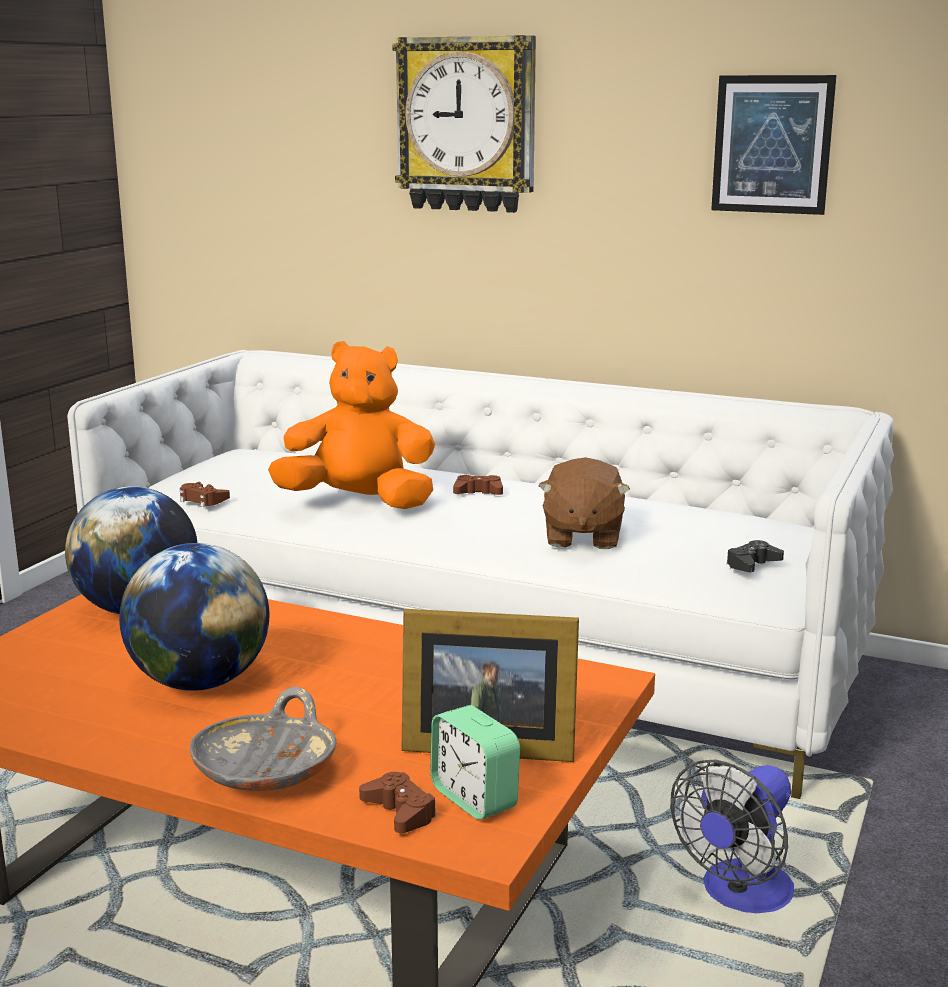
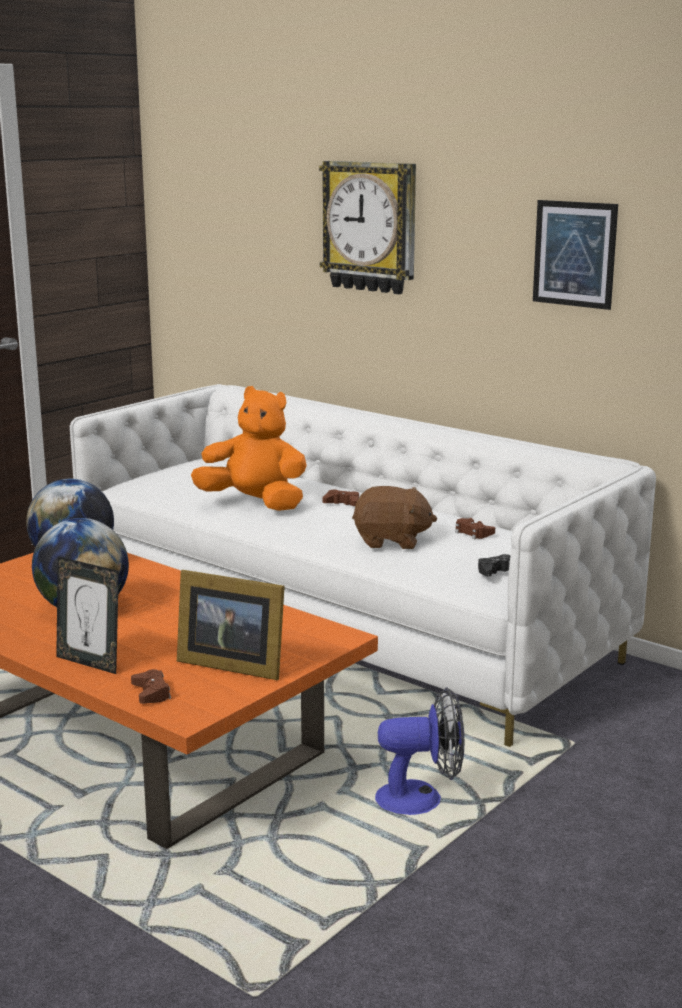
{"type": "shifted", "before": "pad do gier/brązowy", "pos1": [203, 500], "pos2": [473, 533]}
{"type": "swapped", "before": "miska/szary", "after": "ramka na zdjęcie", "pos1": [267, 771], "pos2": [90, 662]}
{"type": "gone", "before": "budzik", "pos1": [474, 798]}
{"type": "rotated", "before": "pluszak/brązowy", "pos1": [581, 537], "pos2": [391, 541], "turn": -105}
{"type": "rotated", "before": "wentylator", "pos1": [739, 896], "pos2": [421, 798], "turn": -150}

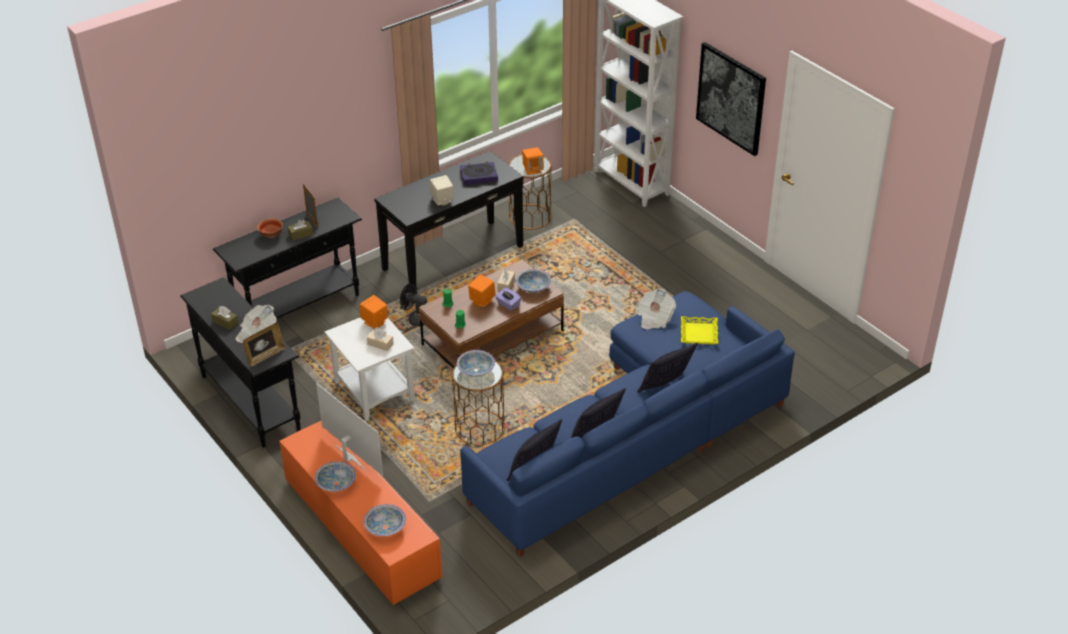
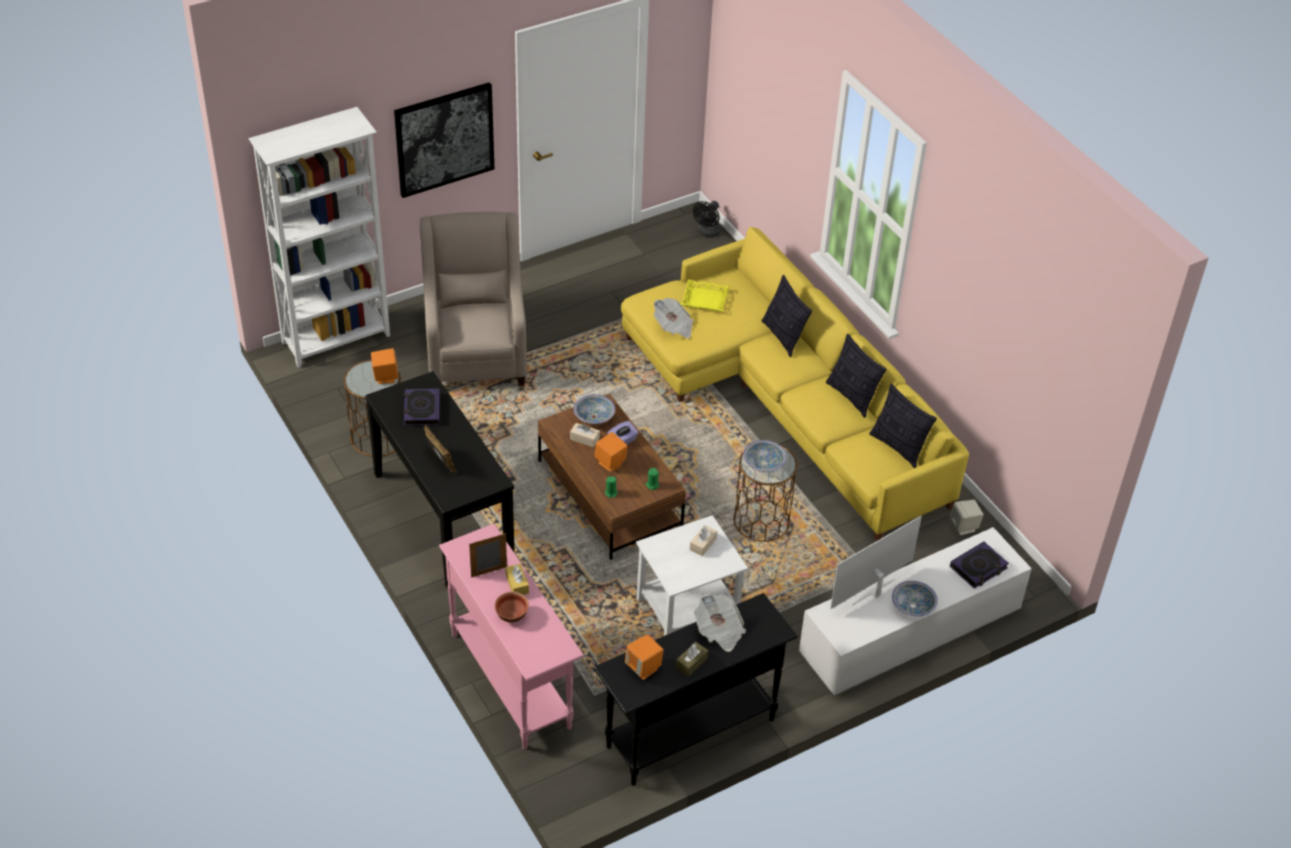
{"type": "repainted", "before": "stolik konsolowy/czarny", "after": "stolik konsolowy/różowy", "pos1": [299, 308], "pos2": [511, 680]}
{"type": "shifted", "before": "ramka na zdjęcie", "pos1": [265, 356], "pos2": [440, 462]}
{"type": "repainted", "before": "szafka pod telewizor/pomarańczowy", "after": "szafka pod telewizor/biały", "pos1": [360, 528], "pos2": [909, 633]}
{"type": "repainted", "before": "pudełko chusteczek/brązowy", "after": "pudełko chusteczek/żółty", "pos1": [301, 234], "pos2": [517, 584]}
{"type": "shifted", "before": "głośnik/pomarańczowy", "pos1": [374, 322], "pos2": [644, 668]}
{"type": "swapped", "before": "miska", "after": "książka", "pos1": [385, 527], "pos2": [978, 568]}
{"type": "shifted", "before": "wentylator/czarny", "pos1": [415, 319], "pos2": [707, 233]}
{"type": "shifted", "before": "głośnik/beżowy", "pos1": [442, 200], "pos2": [964, 527]}
{"type": "repainted", "before": "kanapa/niebieski", "after": "kanapa/żółty", "pos1": [637, 434], "pos2": [785, 400]}
{"type": "new", "after": "fotel/beżowy", "pos2": [476, 352]}

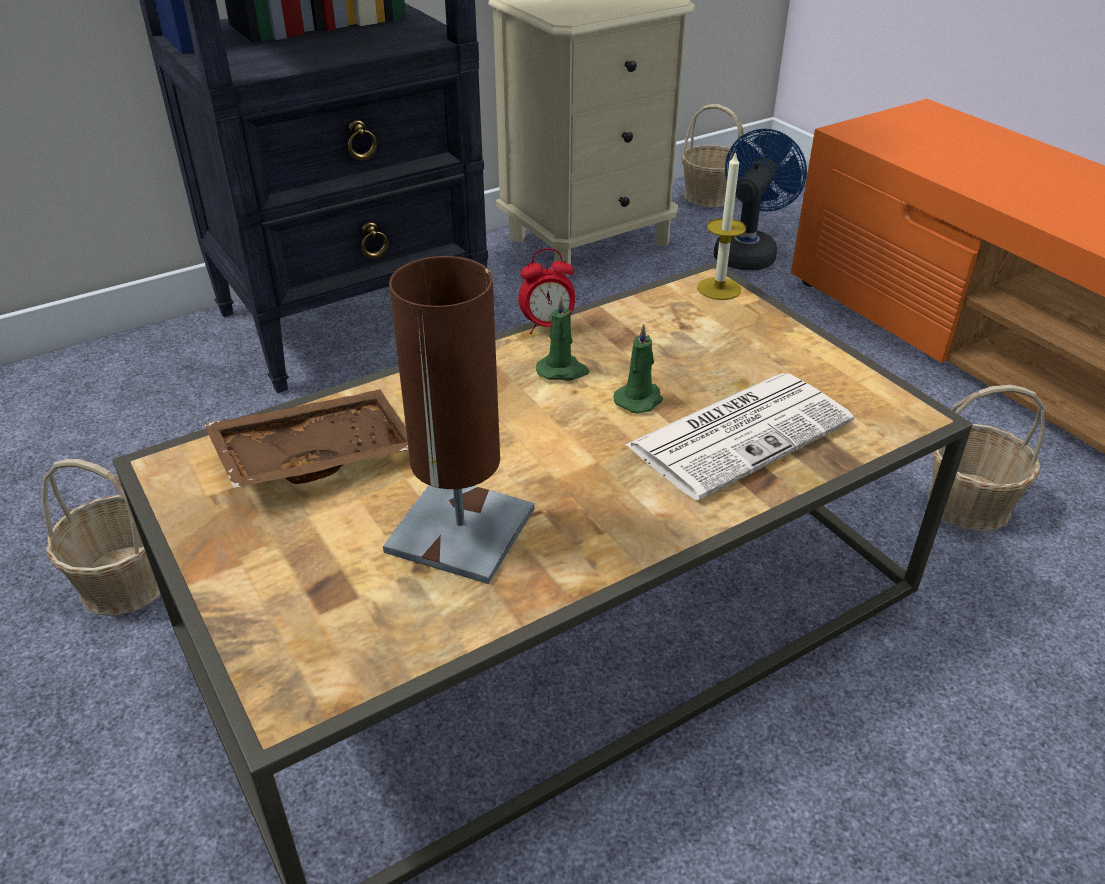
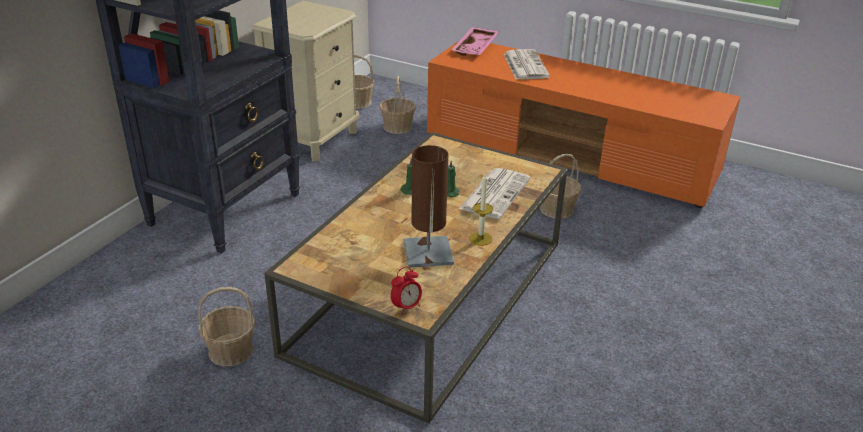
{"type": "gone", "before": "taca/brązowy", "pos1": [315, 455]}
{"type": "shifted", "before": "budzik", "pos1": [548, 326], "pos2": [406, 307]}
{"type": "shifted", "before": "świeca", "pos1": [719, 288], "pos2": [480, 238]}
{"type": "swapped", "before": "wentylator/niebieski", "after": "koszyk", "pos1": [748, 252], "pos2": [397, 127]}
{"type": "new", "after": "taca/różowy", "pos2": [476, 48]}
{"type": "new", "after": "gazeta", "pos2": [524, 65]}

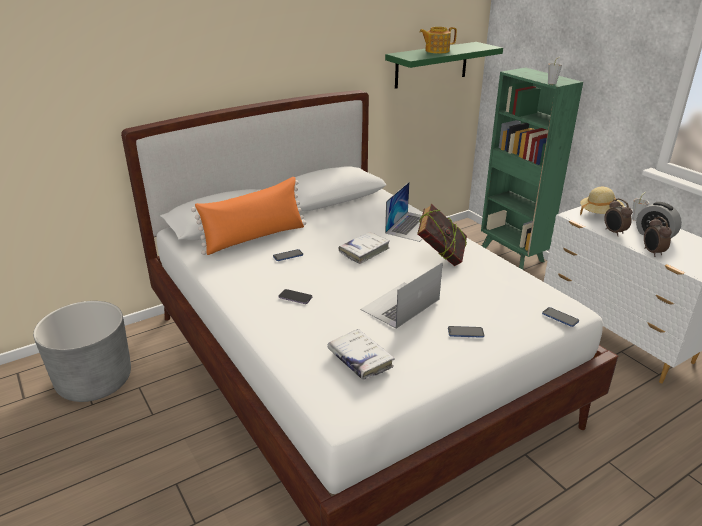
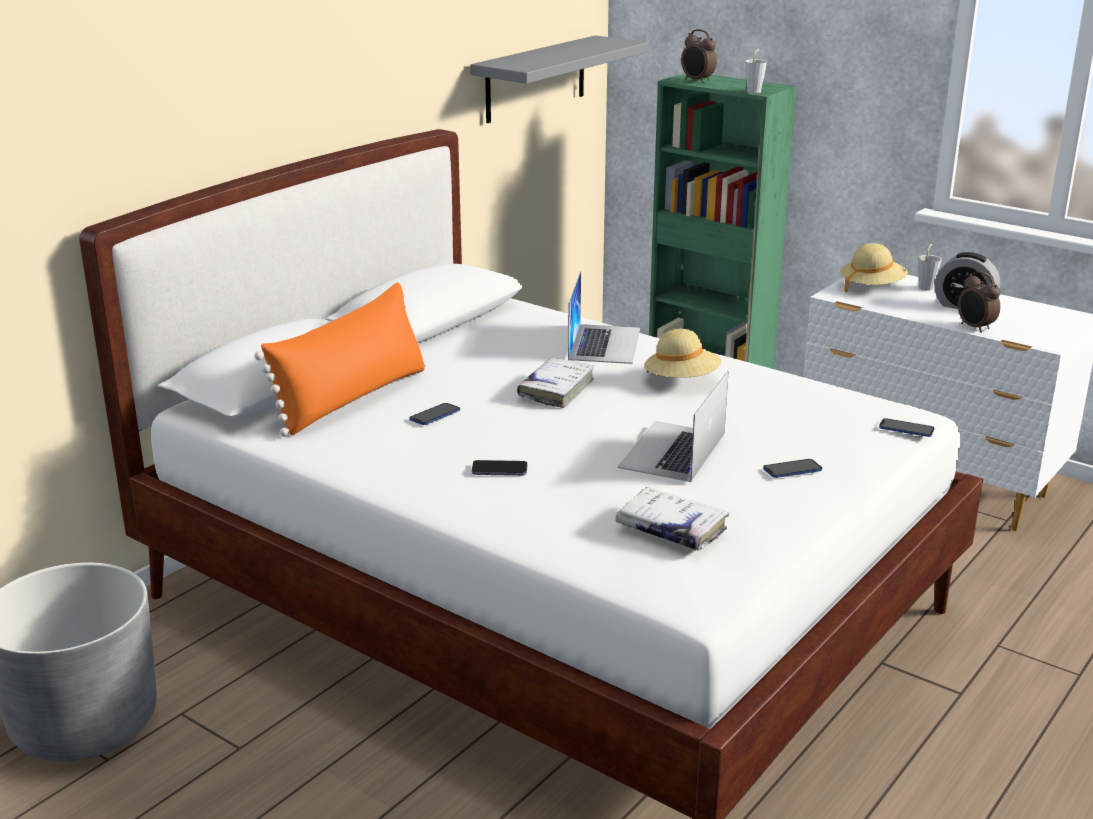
{"type": "repainted", "before": "półka/zielony", "after": "półka/szary", "pos1": [431, 65], "pos2": [536, 79]}
{"type": "swapped", "before": "książka", "after": "kapelusz/beżowy", "pos1": [440, 258], "pos2": [682, 381]}
{"type": "gone", "before": "imbryk", "pos1": [436, 51]}
{"type": "shifted", "before": "budzik", "pos1": [614, 232], "pos2": [697, 81]}

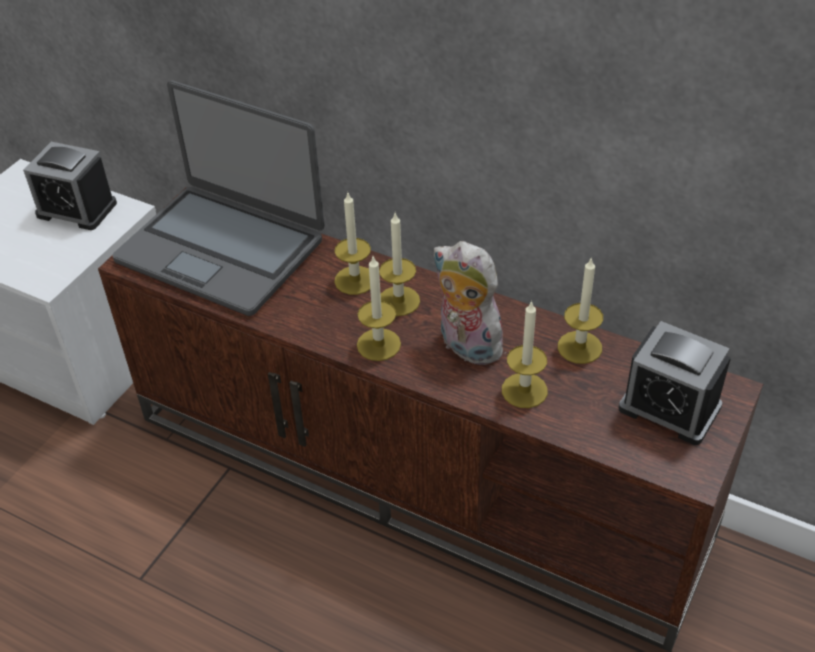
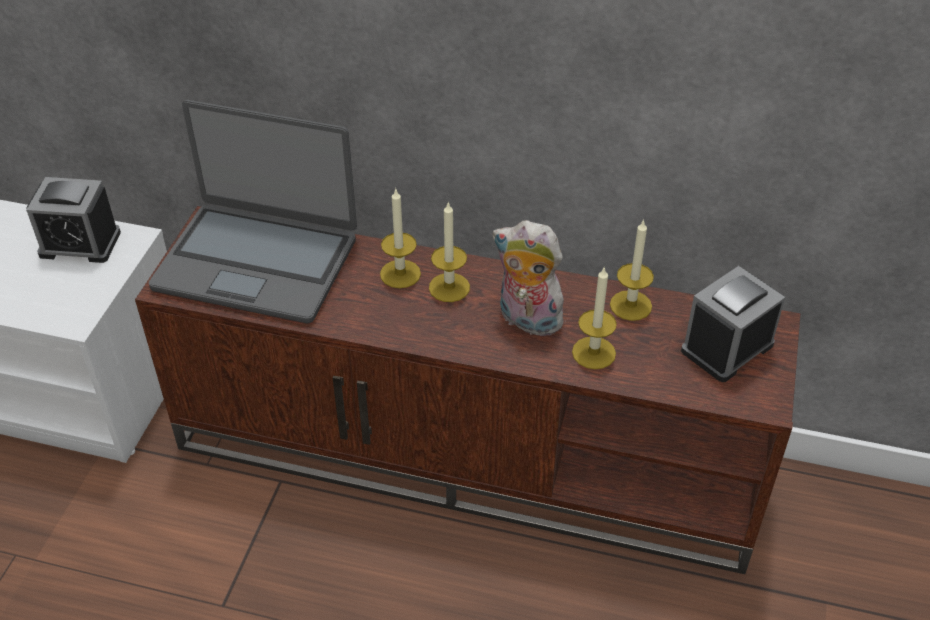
{"type": "gone", "before": "świeca", "pos1": [378, 344]}
{"type": "rotated", "before": "budzik", "pos1": [669, 408], "pos2": [727, 347], "turn": 120}

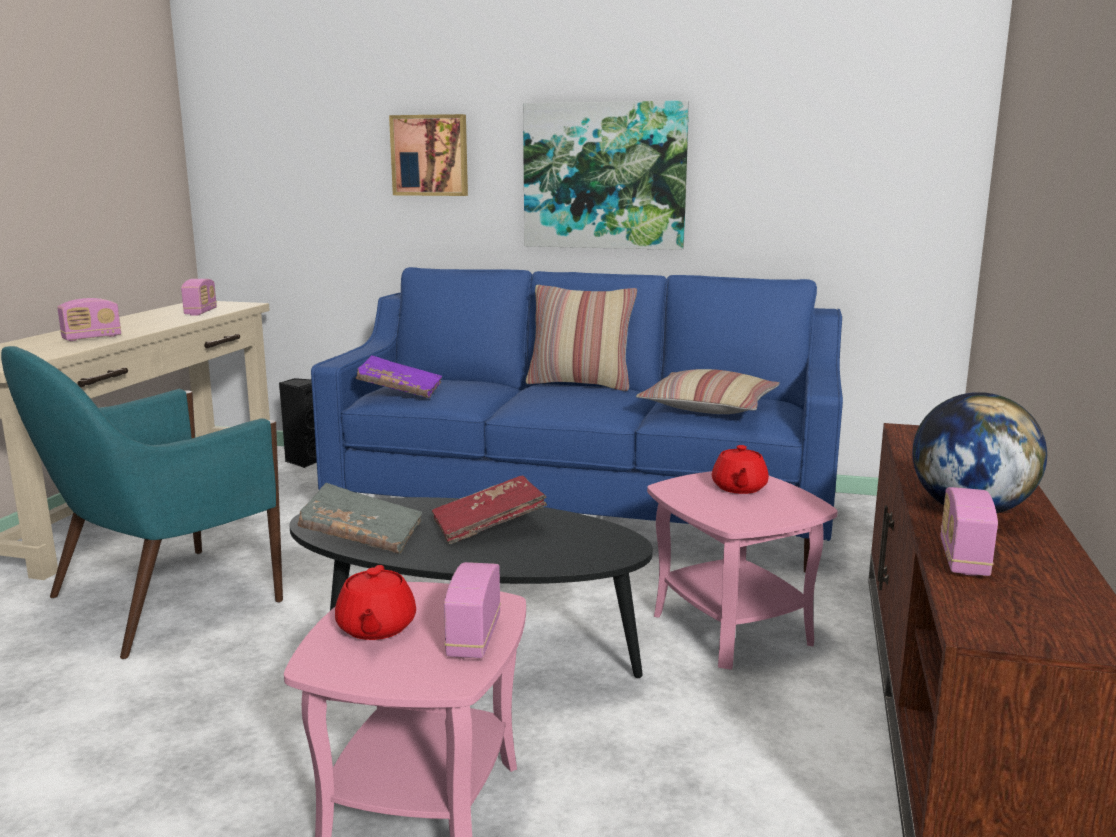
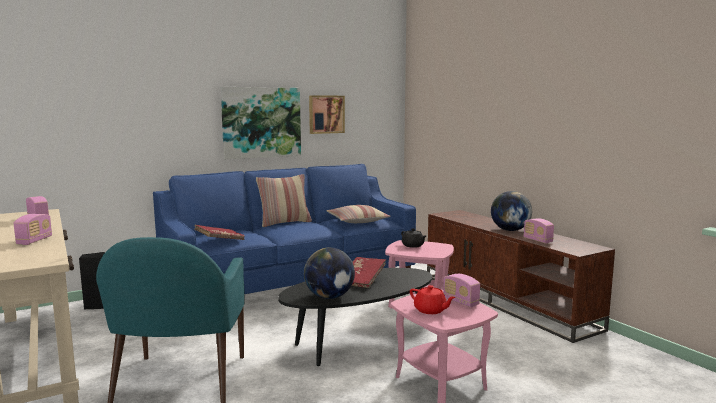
{"type": "swapped", "before": "książka/szary", "after": "globus", "pos1": [362, 537], "pos2": [329, 297]}
{"type": "repainted", "before": "książka/fioletowy", "after": "książka/czerwony", "pos1": [400, 391], "pos2": [220, 240]}
{"type": "shifted", "before": "obraz", "pos1": [430, 155], "pos2": [326, 114]}
{"type": "repainted", "before": "imbryk/czerwony", "after": "imbryk/czarny", "pos1": [739, 488], "pos2": [413, 246]}

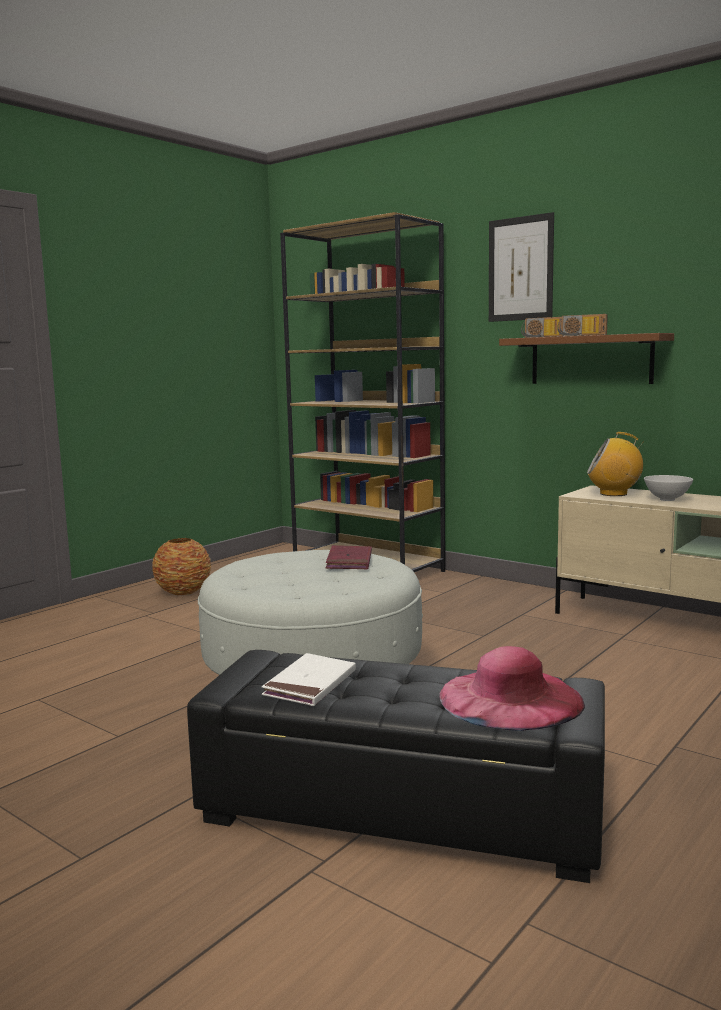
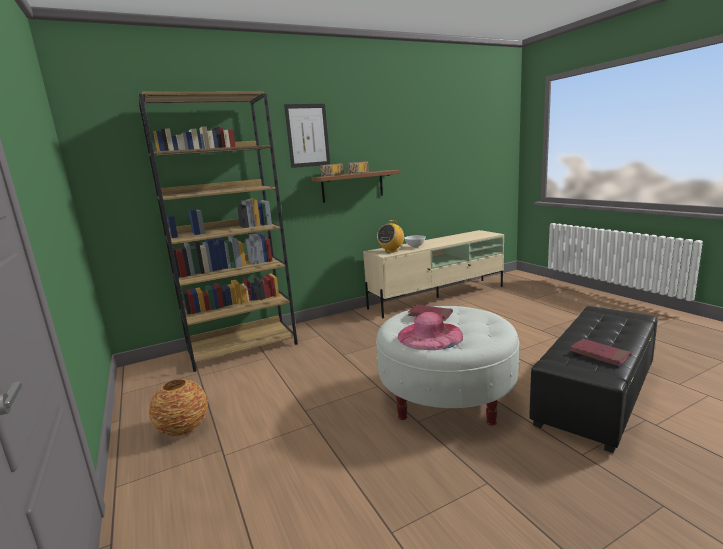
{"type": "repainted", "before": "książka/biały", "after": "książka/czerwony", "pos1": [310, 684], "pos2": [599, 354]}
{"type": "shifted", "before": "kapelusz/różowy", "pos1": [510, 698], "pos2": [430, 335]}

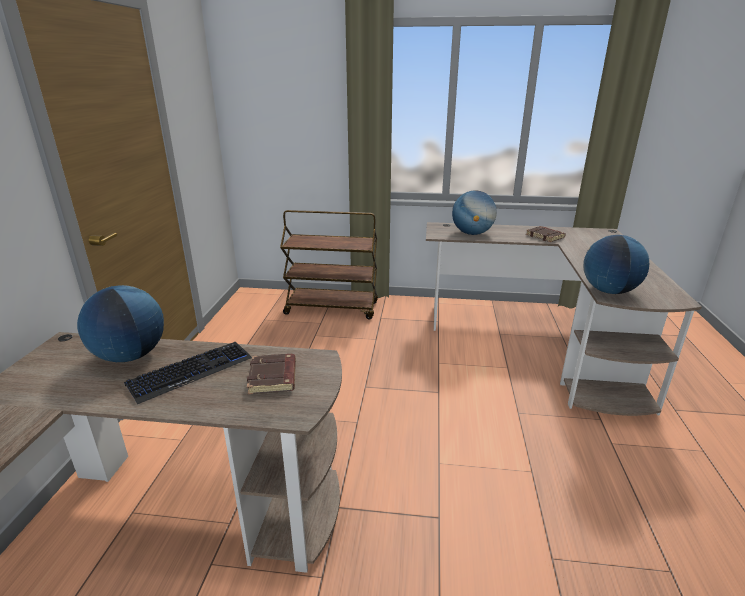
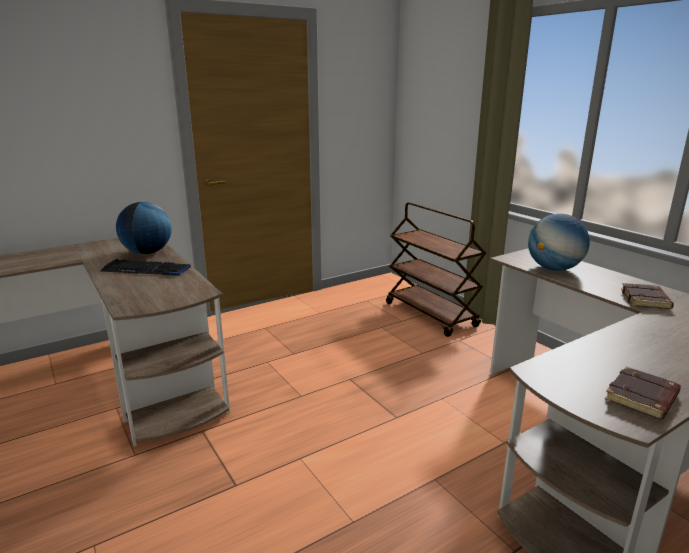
{"type": "shifted", "before": "książka/brązowy", "pos1": [274, 378], "pos2": [642, 398]}
{"type": "gone", "before": "globus", "pos1": [609, 291]}

